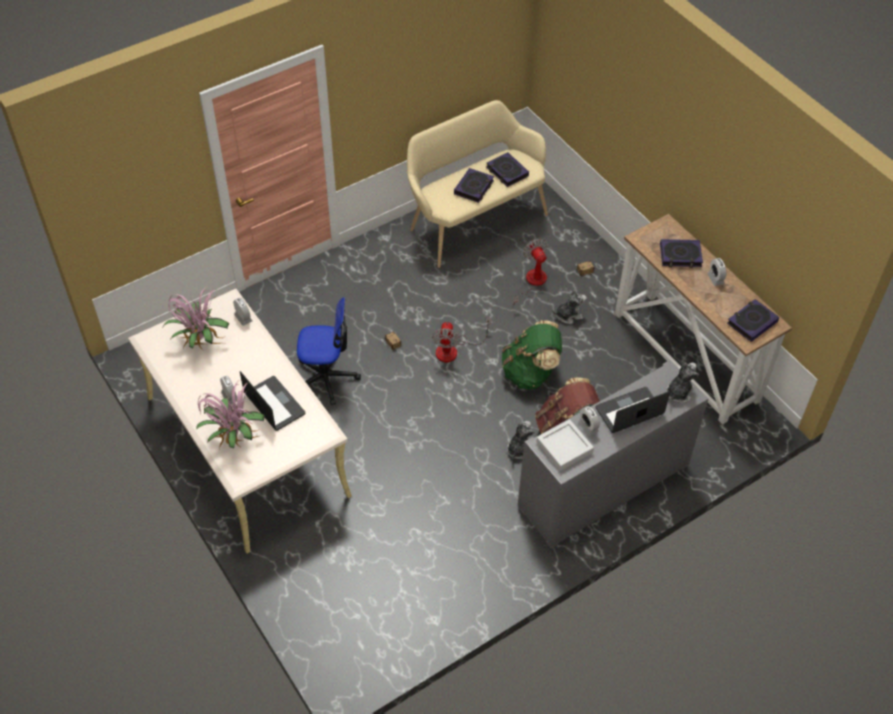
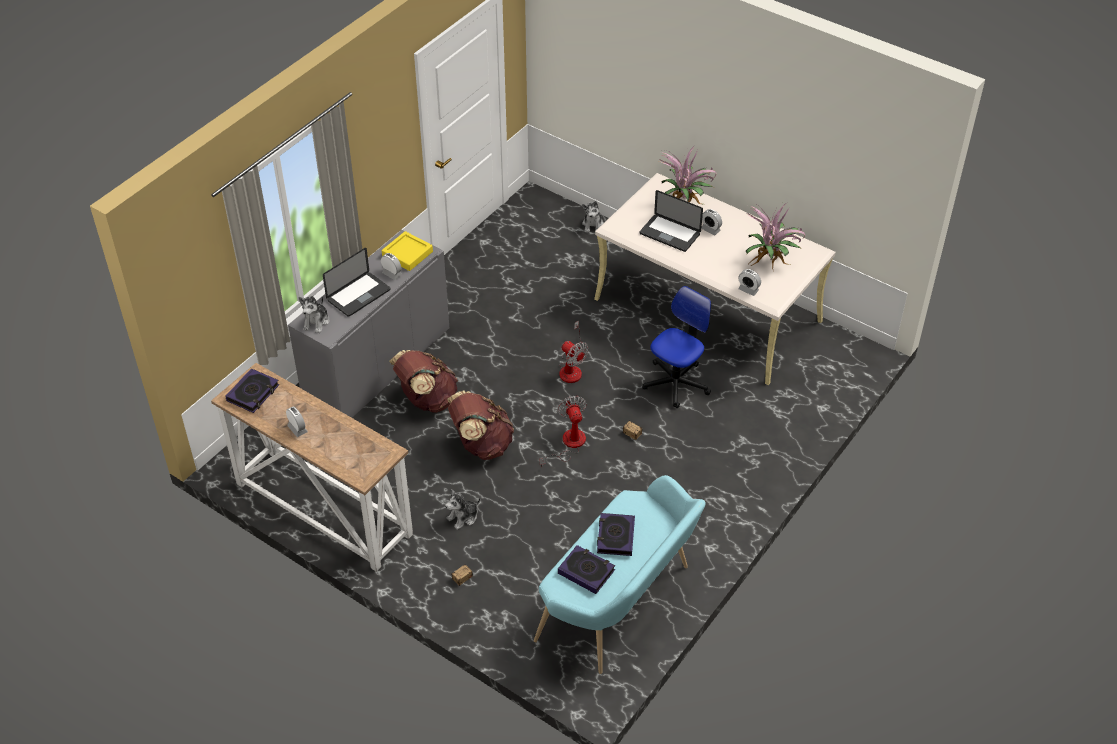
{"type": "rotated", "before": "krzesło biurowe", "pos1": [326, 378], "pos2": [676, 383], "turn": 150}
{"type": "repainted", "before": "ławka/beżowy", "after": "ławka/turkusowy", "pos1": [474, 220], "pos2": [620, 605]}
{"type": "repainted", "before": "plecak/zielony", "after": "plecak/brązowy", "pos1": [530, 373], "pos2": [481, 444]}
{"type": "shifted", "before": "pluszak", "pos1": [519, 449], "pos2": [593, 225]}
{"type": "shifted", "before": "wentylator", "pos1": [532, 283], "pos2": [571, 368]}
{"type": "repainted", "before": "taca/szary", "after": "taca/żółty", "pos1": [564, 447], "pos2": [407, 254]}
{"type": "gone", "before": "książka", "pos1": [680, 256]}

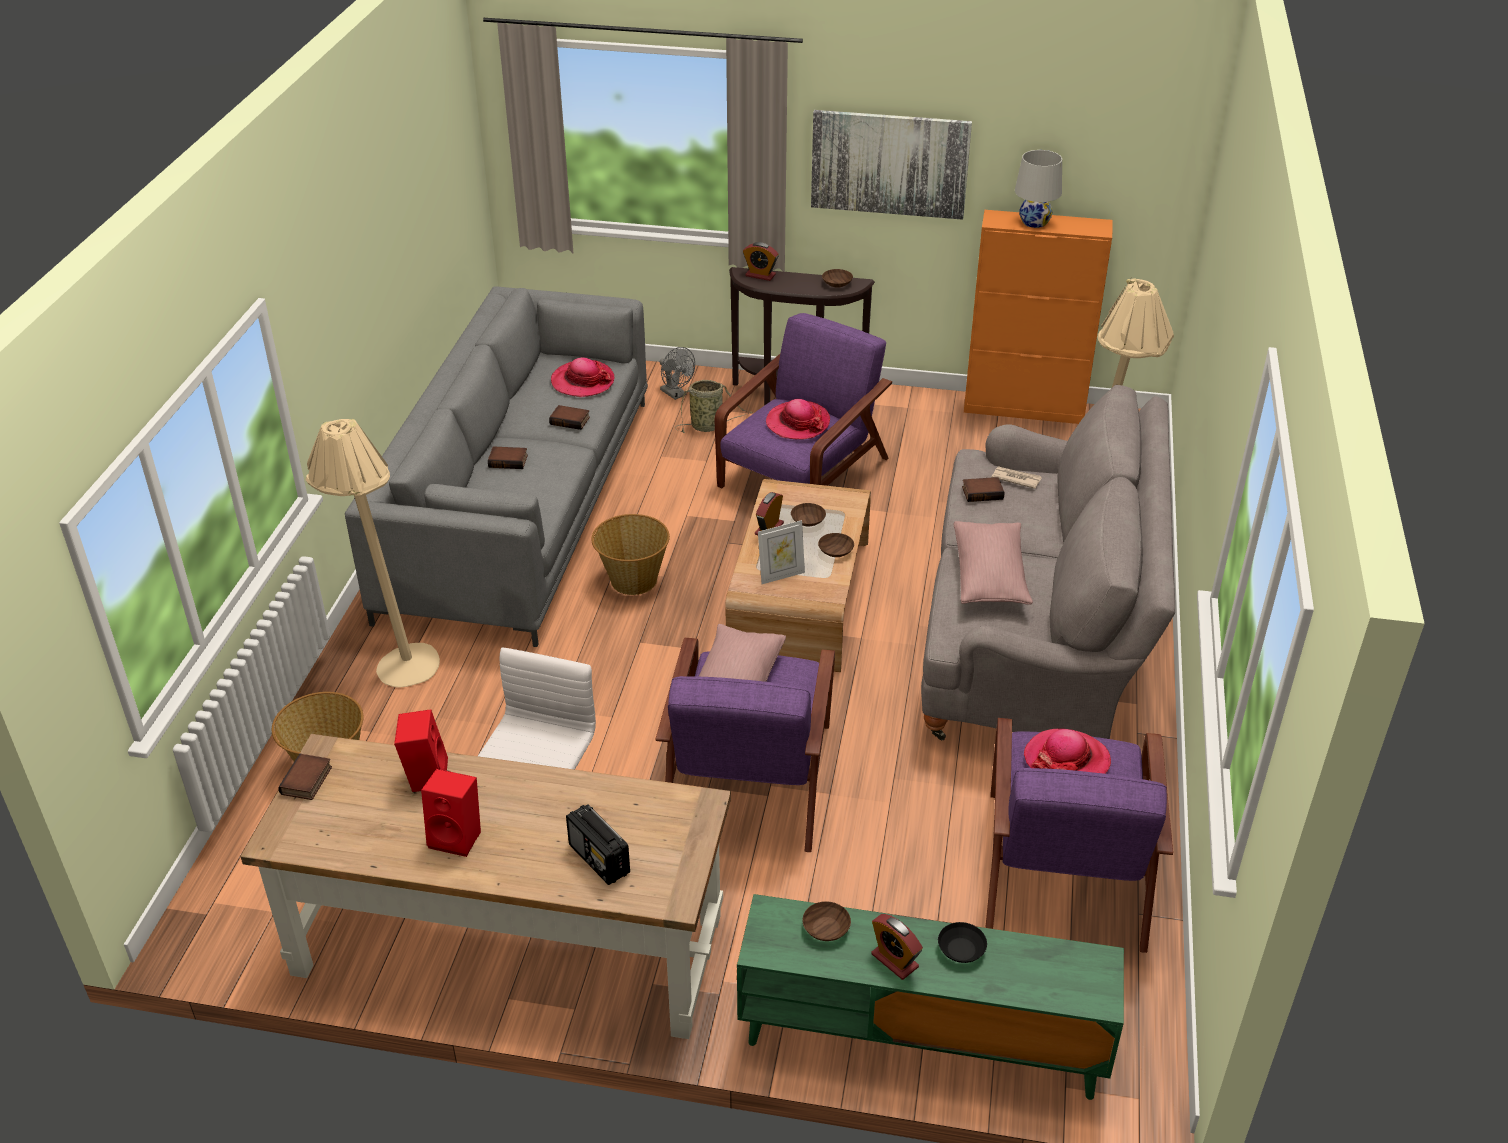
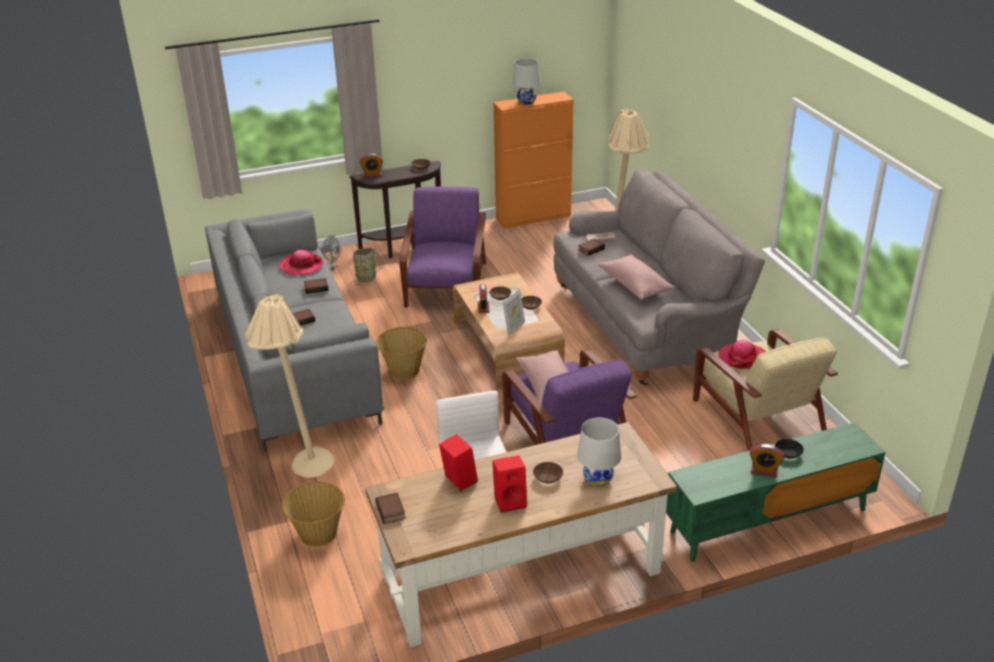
{"type": "swapped", "before": "radio", "after": "lampa stołowa/biały", "pos1": [599, 860], "pos2": [598, 479]}
{"type": "gone", "before": "kapelusz", "pos1": [797, 423]}
{"type": "shifted", "before": "miska/brązowy", "pos1": [827, 927], "pos2": [548, 477]}
{"type": "gone", "before": "obraz", "pos1": [889, 164]}
{"type": "repainted", "before": "fotel/fioletowy", "after": "fotel/beżowy", "pos1": [1065, 864], "pos2": [757, 417]}

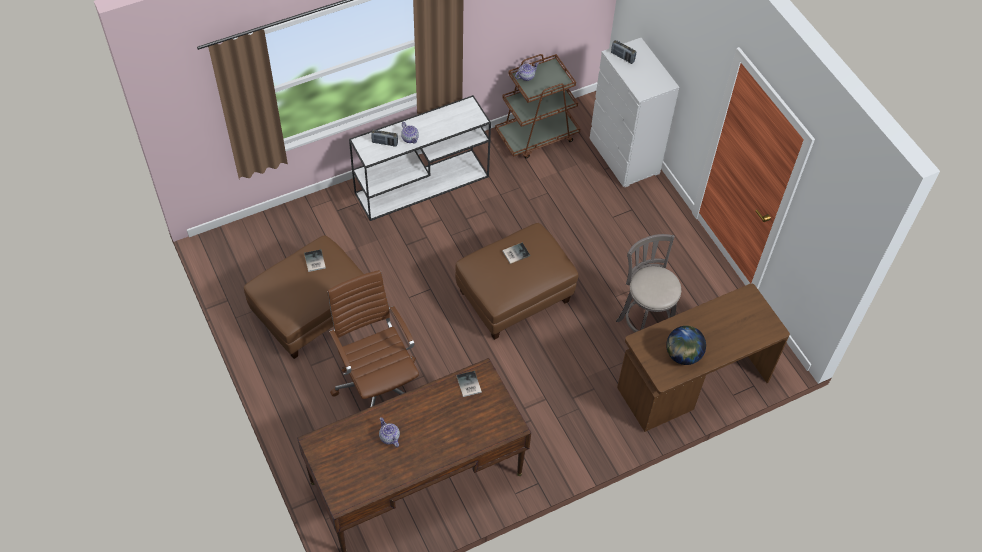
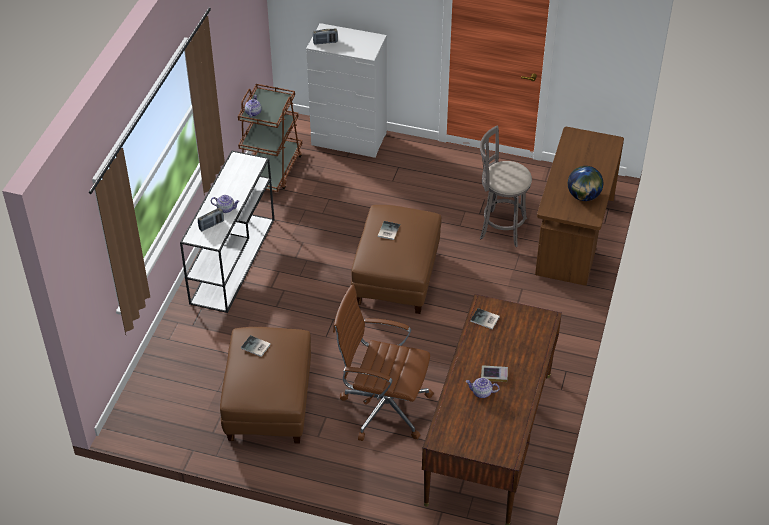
{"type": "new", "after": "książka", "pos2": [494, 375]}

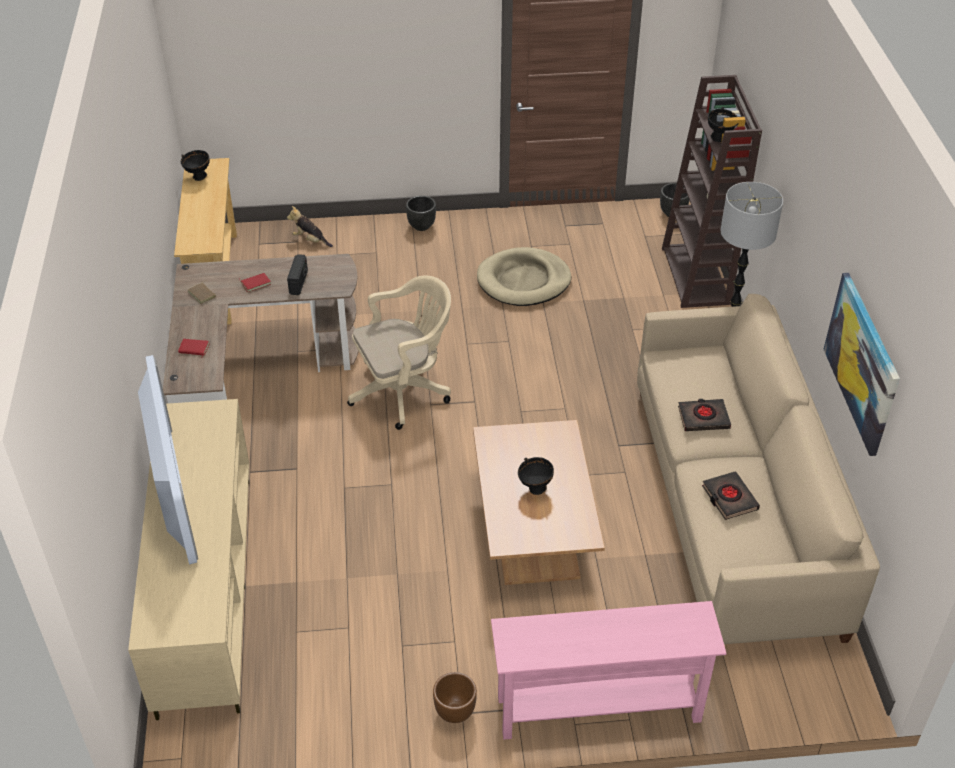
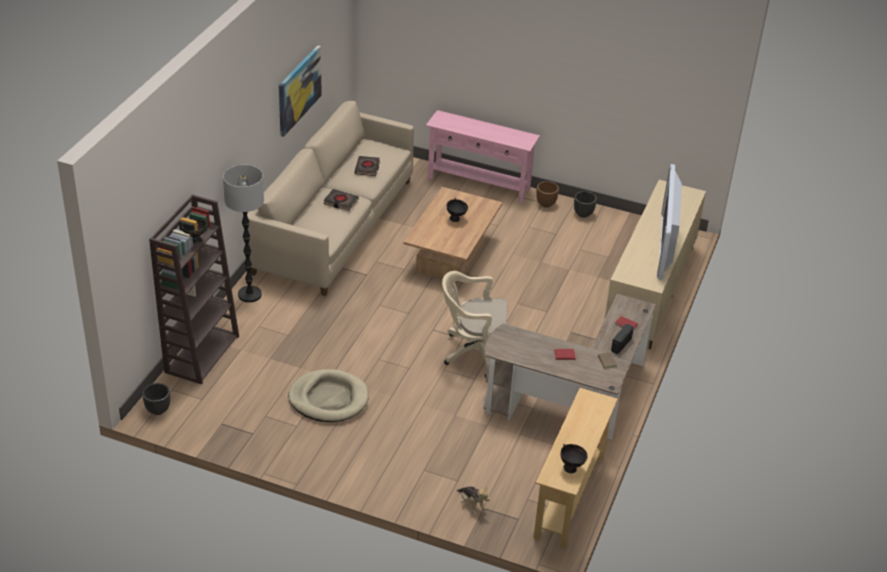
{"type": "shifted", "before": "radio", "pos1": [299, 282], "pos2": [621, 344]}
{"type": "shifted", "before": "donica/czarny", "pos1": [421, 226], "pos2": [583, 214]}

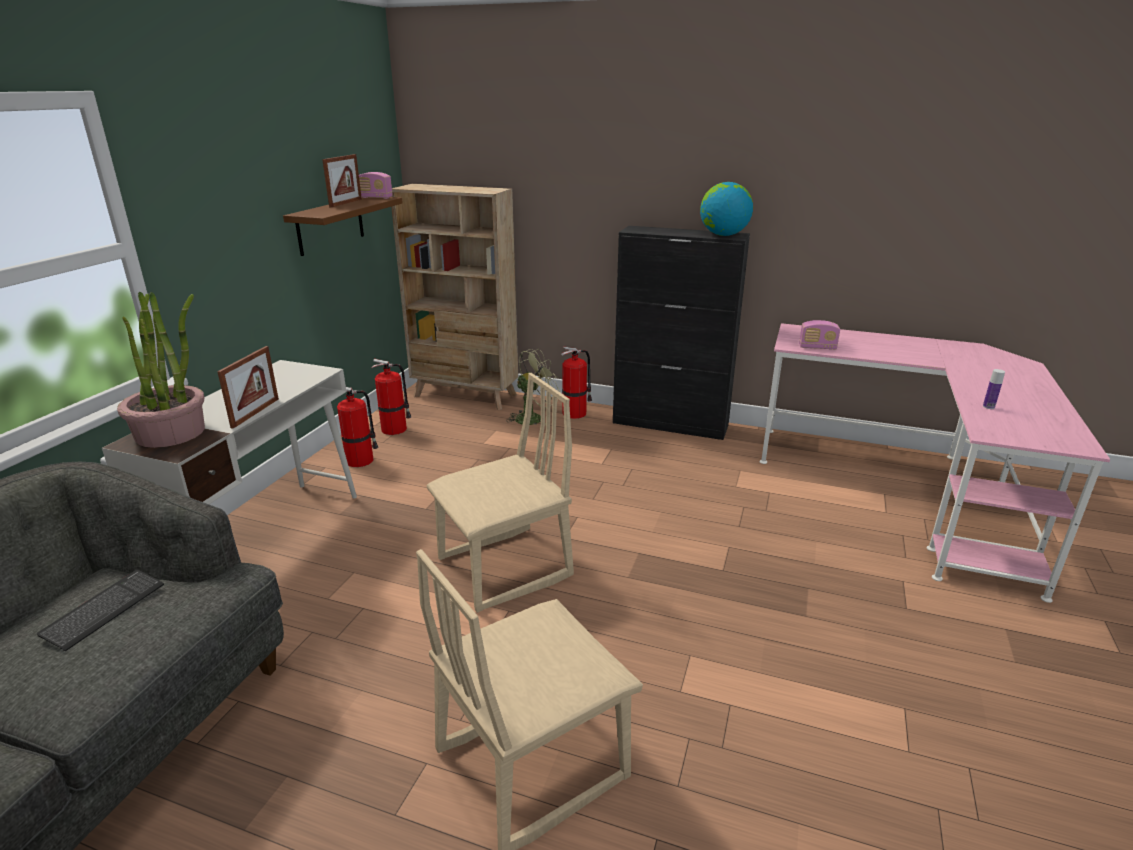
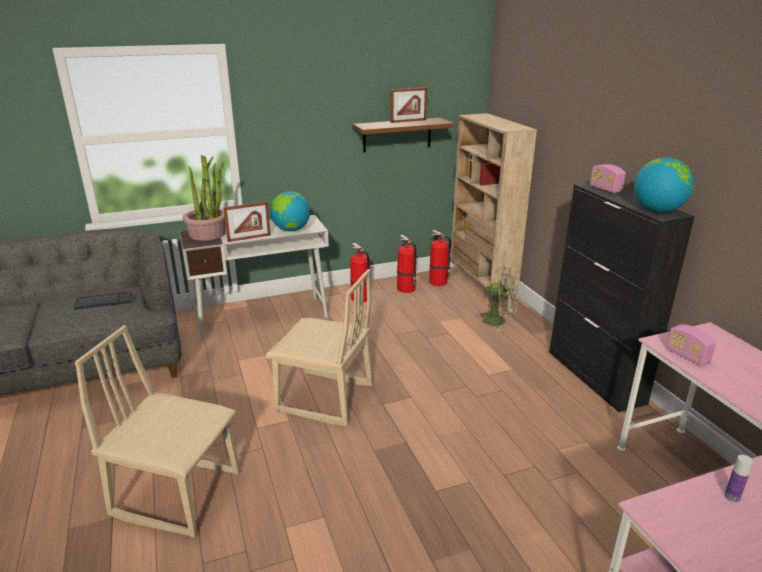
{"type": "shifted", "before": "radio", "pos1": [375, 198], "pos2": [605, 189]}
{"type": "shifted", "before": "gaśnica", "pos1": [575, 413], "pos2": [439, 282]}
{"type": "new", "after": "globus", "pos2": [291, 230]}

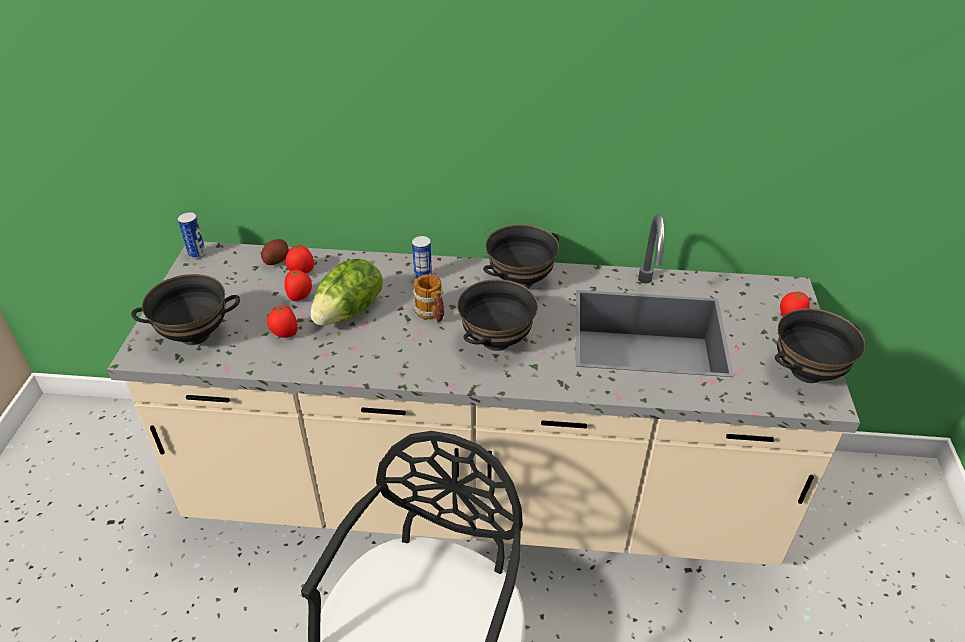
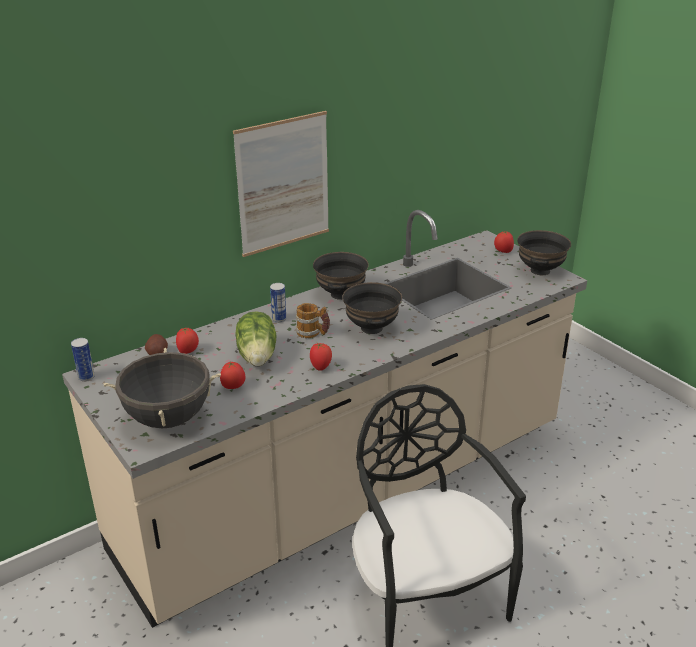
{"type": "swapped", "before": "miska/czarny", "after": "garnek/czarny", "pos1": [195, 336], "pos2": [168, 419]}
{"type": "shifted", "before": "pomidor", "pos1": [300, 297], "pos2": [321, 367]}
{"type": "new", "after": "obraz", "pos2": [283, 184]}

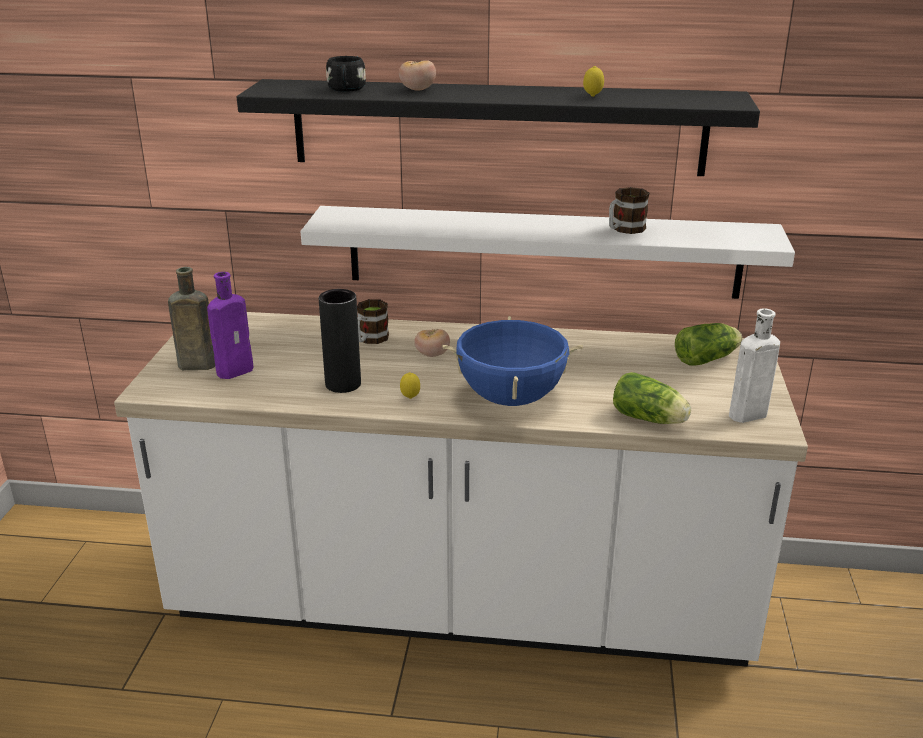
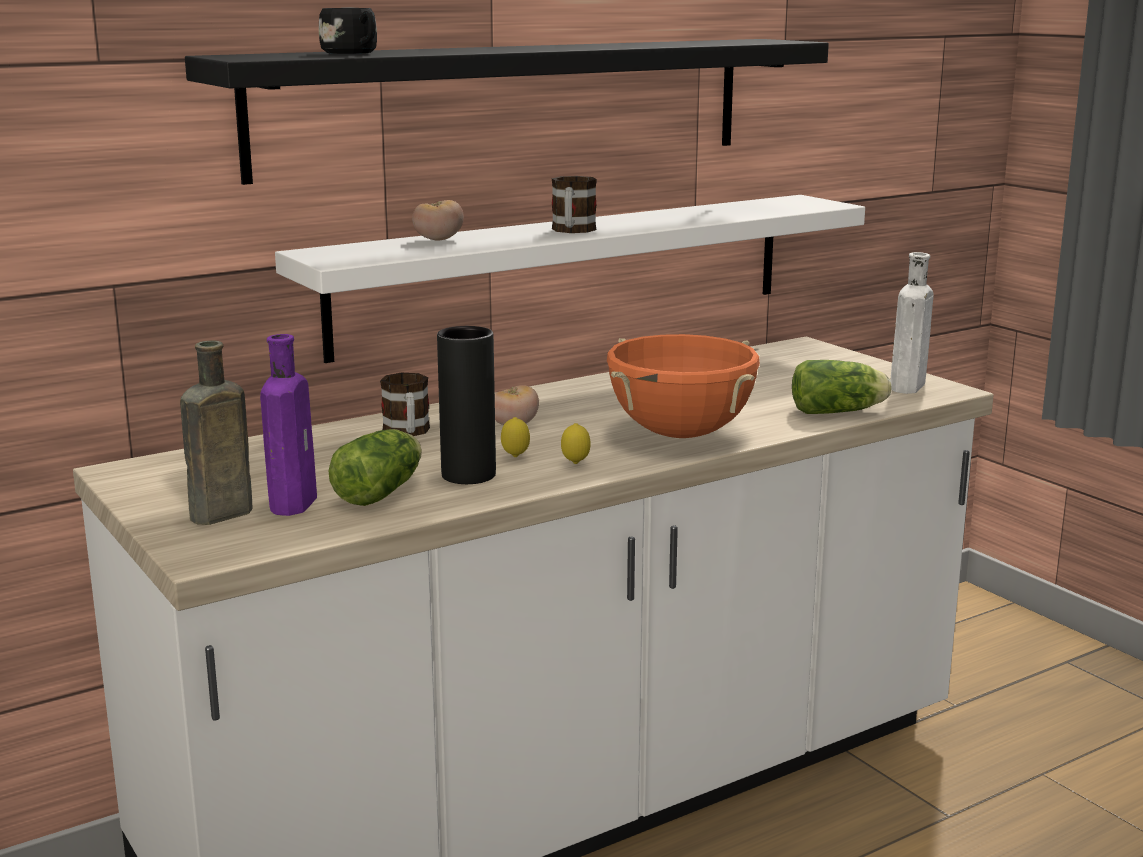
{"type": "shifted", "before": "pomidor", "pos1": [417, 90], "pos2": [438, 240]}
{"type": "repainted", "before": "garnek/niebieski", "after": "garnek/pomarańczowy", "pos1": [511, 398], "pos2": [681, 434]}
{"type": "shifted", "before": "cytryna", "pos1": [592, 96], "pos2": [515, 457]}
{"type": "shifted", "before": "kubek", "pos1": [624, 229], "pos2": [572, 231]}
{"type": "shifted", "before": "sałata", "pos1": [708, 359], "pos2": [382, 491]}

